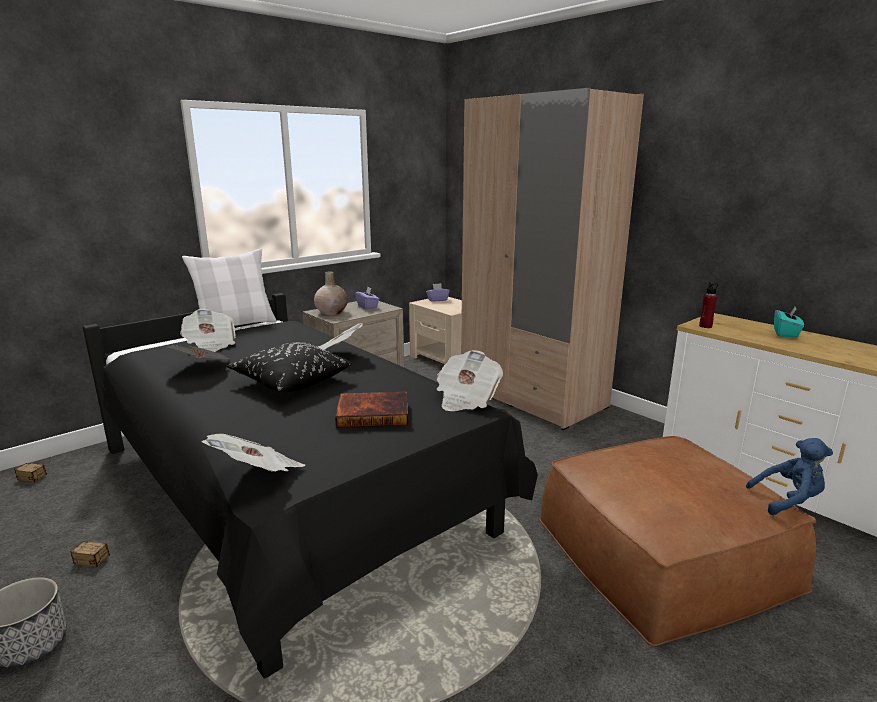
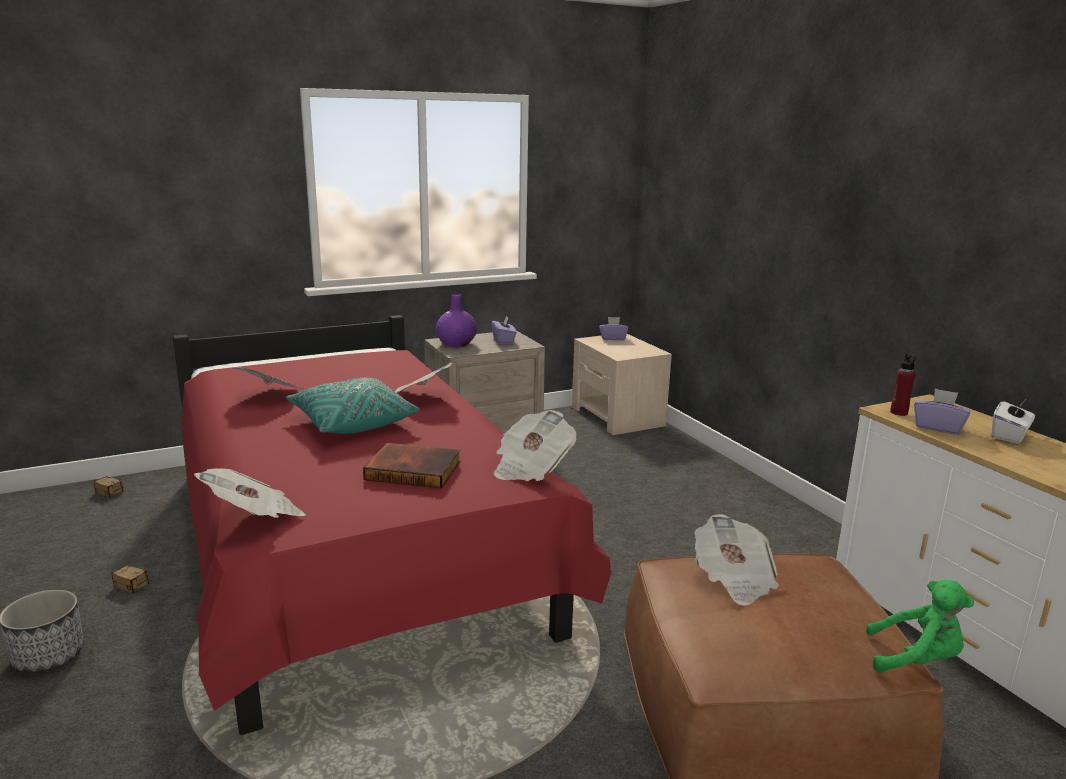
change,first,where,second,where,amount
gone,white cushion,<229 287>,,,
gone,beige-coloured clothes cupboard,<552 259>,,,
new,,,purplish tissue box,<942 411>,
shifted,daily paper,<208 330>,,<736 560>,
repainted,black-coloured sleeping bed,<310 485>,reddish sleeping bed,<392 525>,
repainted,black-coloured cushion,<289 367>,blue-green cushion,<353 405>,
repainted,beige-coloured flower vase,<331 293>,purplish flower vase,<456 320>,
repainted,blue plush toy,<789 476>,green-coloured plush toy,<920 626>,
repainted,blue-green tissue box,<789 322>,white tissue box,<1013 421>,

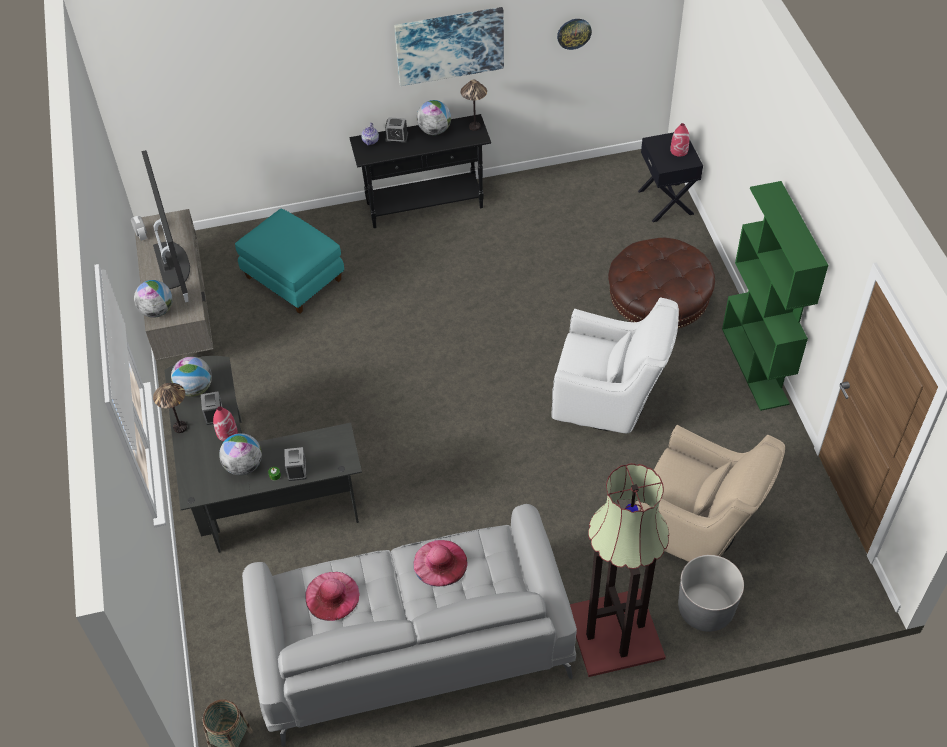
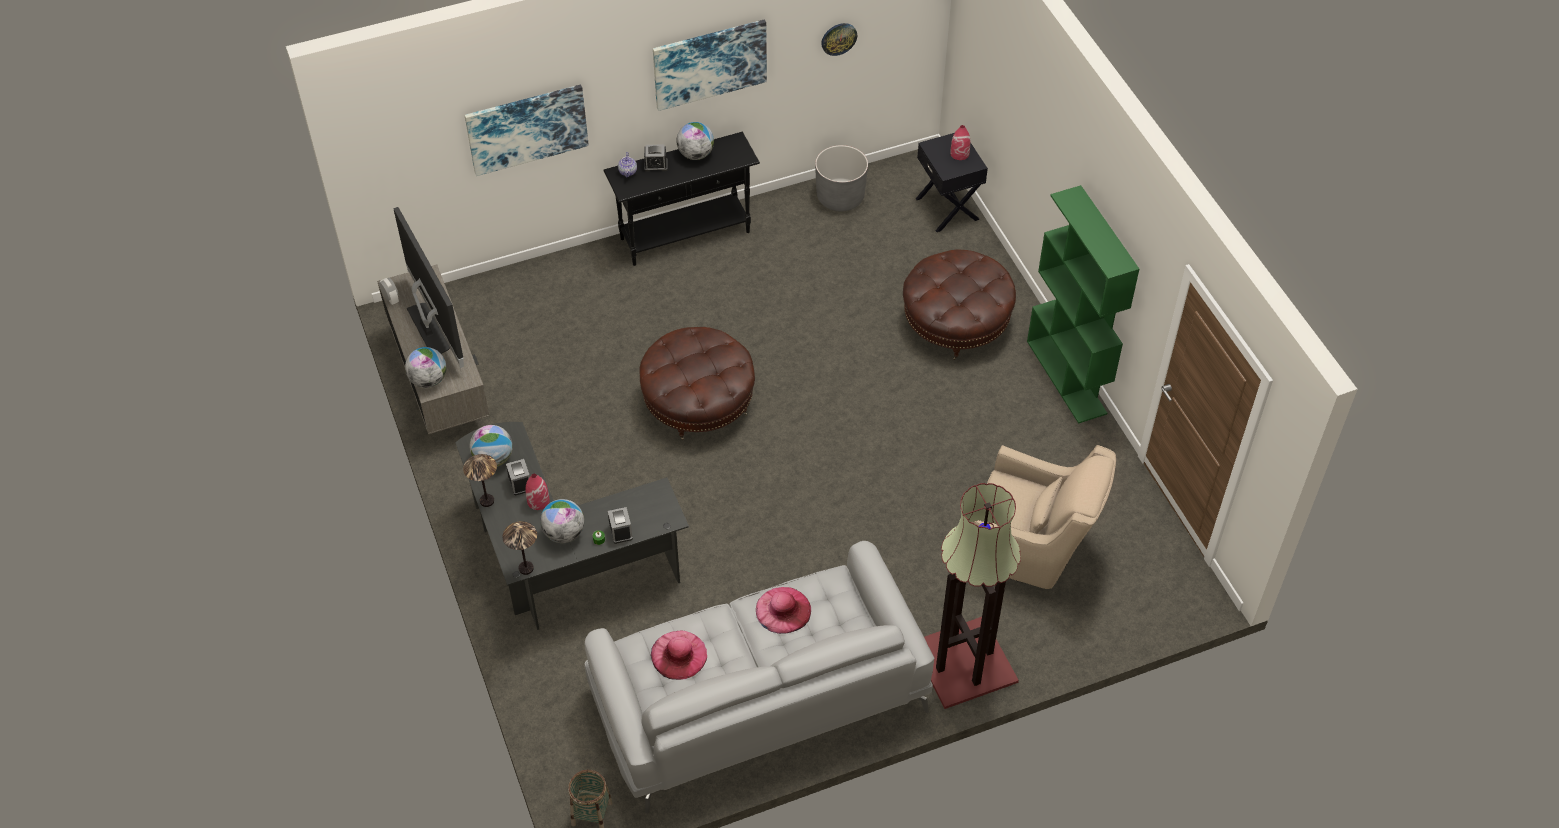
change,first,where,second,where,amount
gone,blue-green footrest,<289 261>,,,
gone,white armchair,<615 365>,,,
new,,,wall picture,<527 130>,
new,,,brown-coloured footrest,<697 383>,
shifted,tabletop lamp,<474 105>,,<519 548>,
shifted,greyish plant pot,<711 593>,,<841 178>,

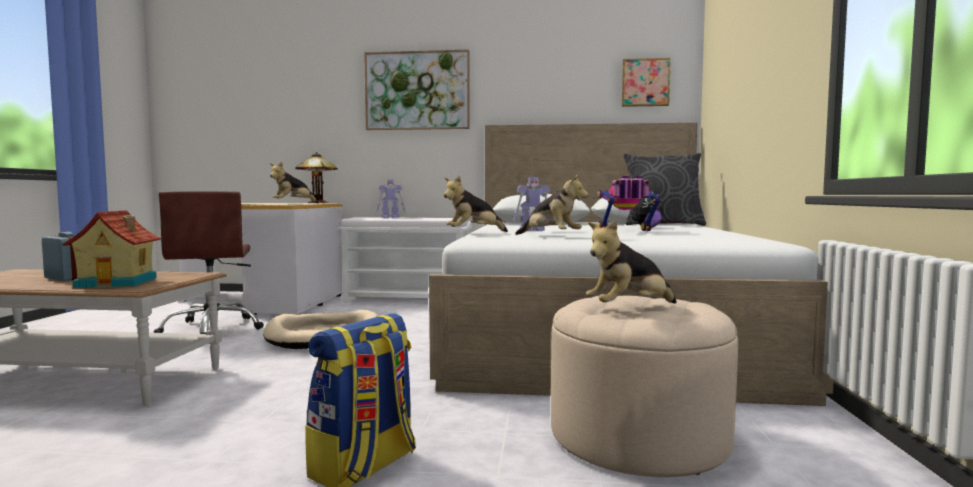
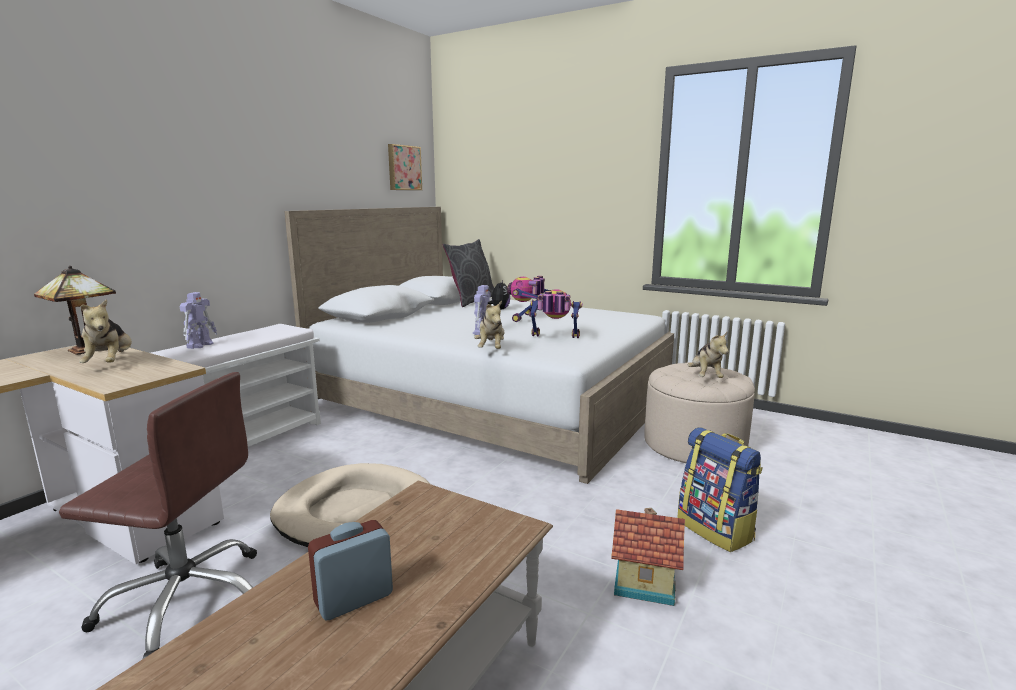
change,first,where,second,where,amount
gone,wall picture,<417 89>,,,
shifted,model house,<111 249>,,<648 557>,
swapped,plush toy,<552 204>,model robot,<556 313>,

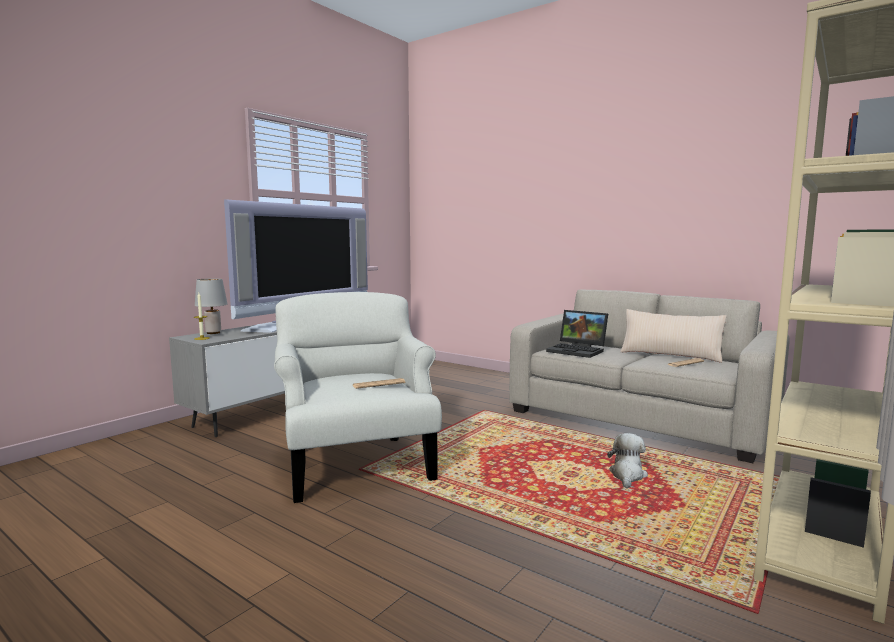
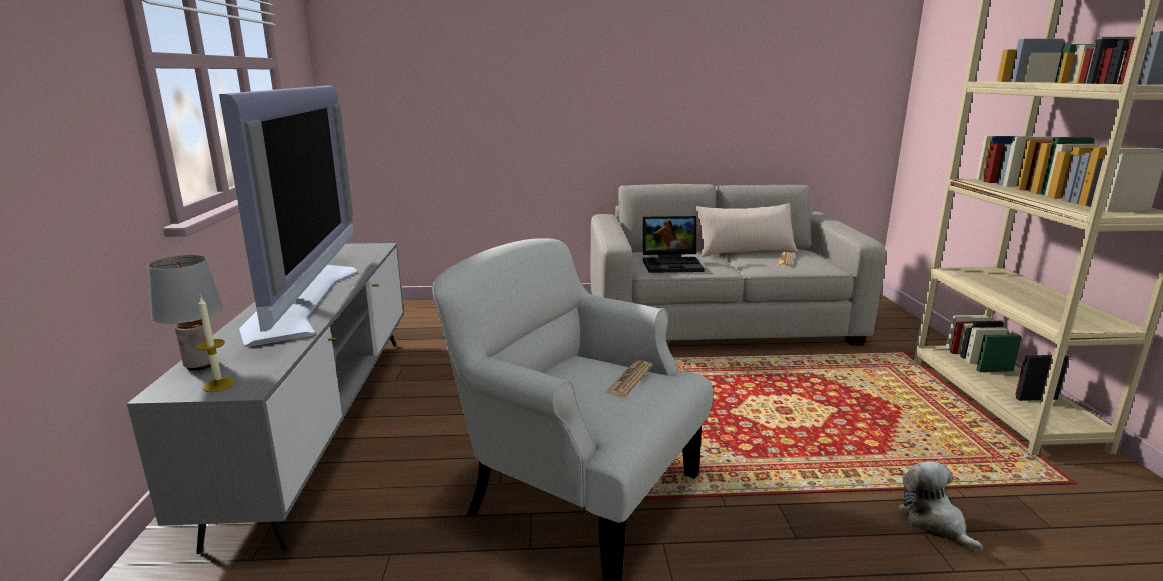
change,first,where,second,where,amount
shifted,plush toy,<627 460>,,<940 507>,

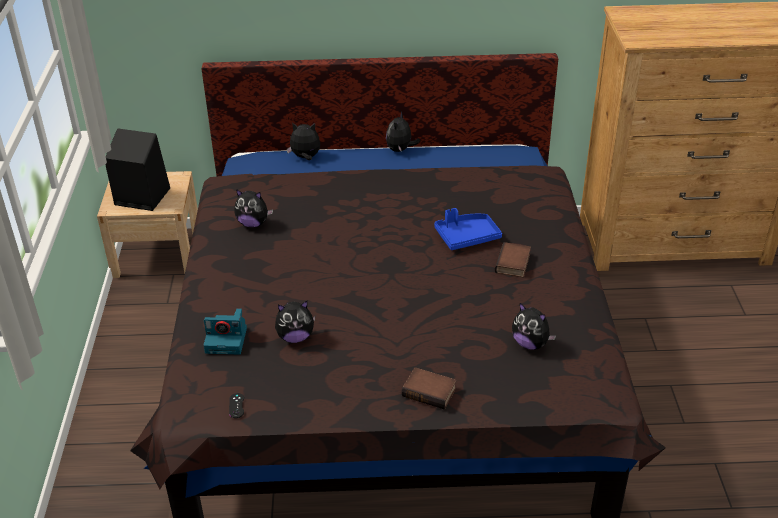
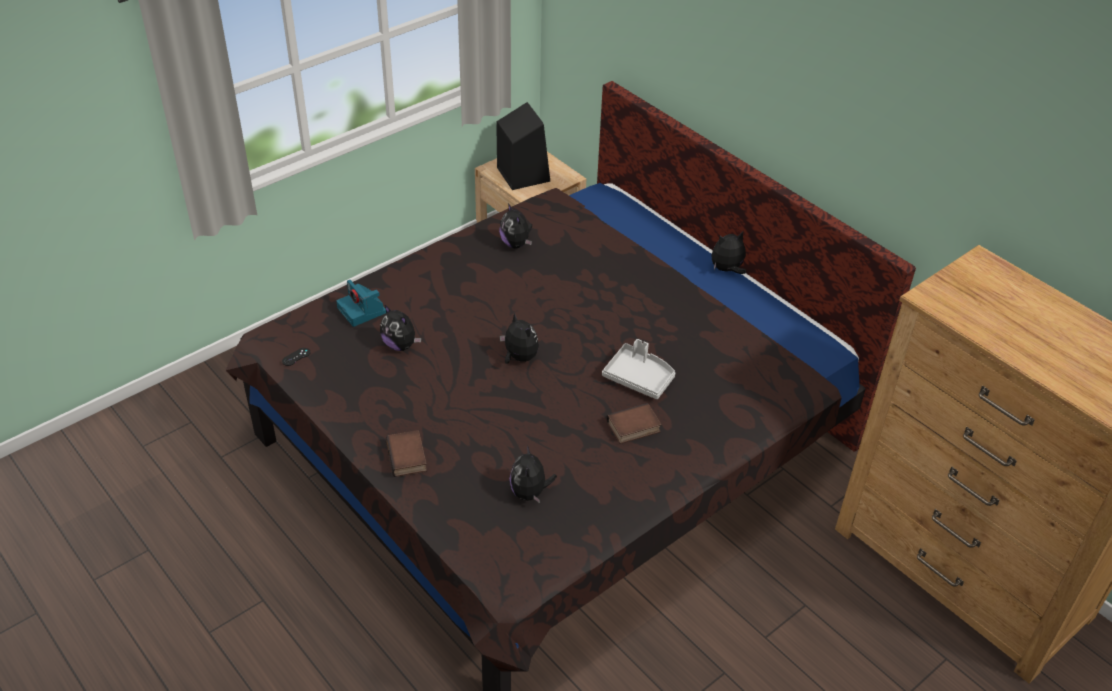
change,first,where,second,where,amount
shifted,plush toy,<303 141>,,<519 338>,
repainted,blue tray,<468 229>,greyish tray,<638 369>,

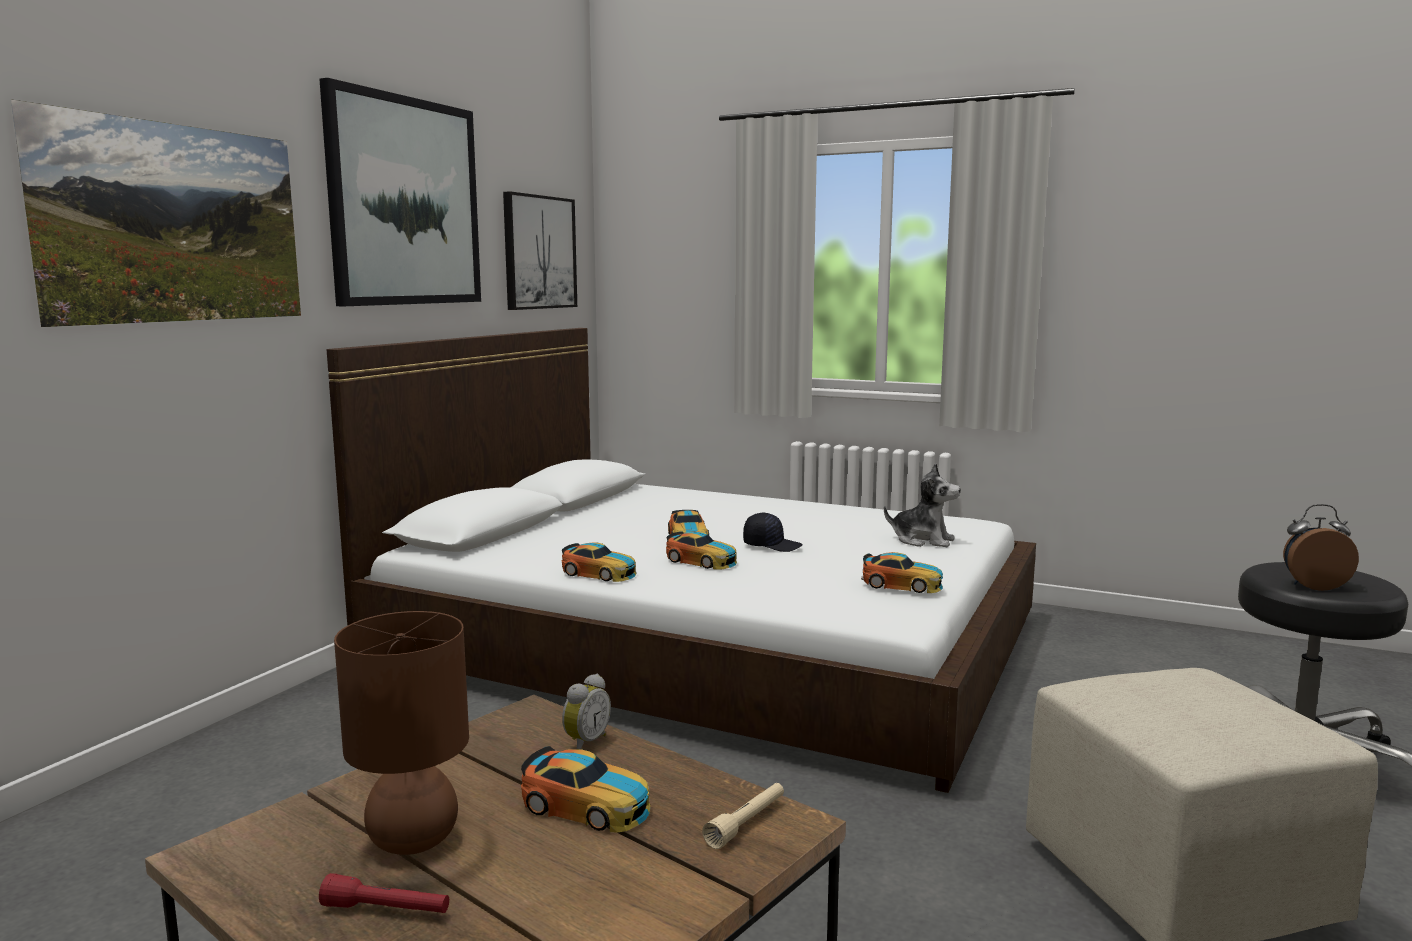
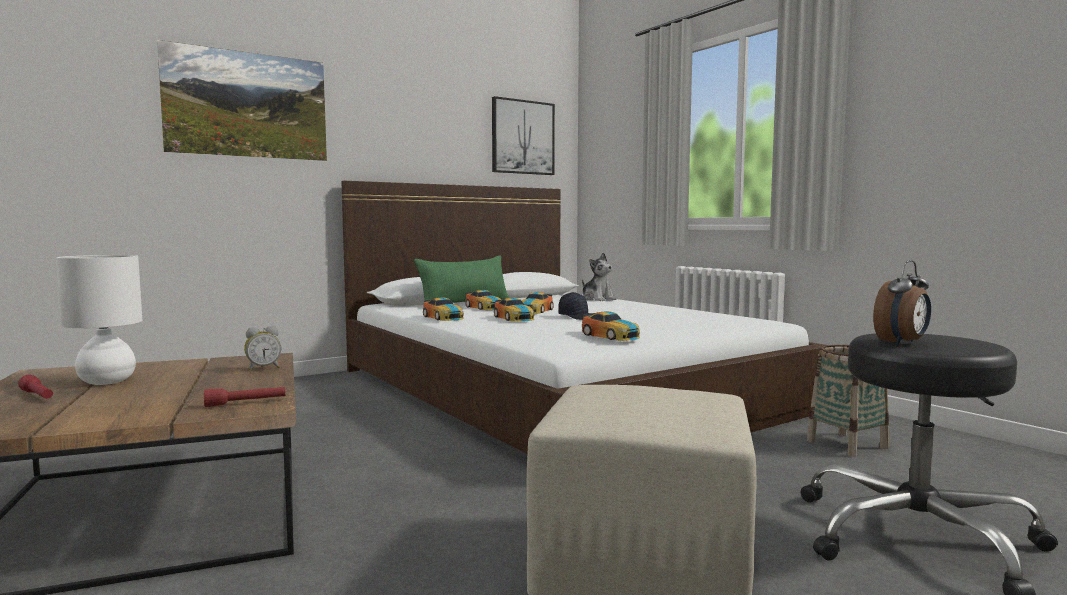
change,first,where,second,where,amount
gone,wall picture,<400 192>,,,
new,,,green-coloured cushion,<461 281>,
new,,,household basket,<848 401>,
shifted,model car,<585 789>,,<483 300>,
shifted,plush toy,<922 505>,,<599 276>,
repainted,brown-coloured tabletop lamp,<401 733>,white tabletop lamp,<99 320>,
repainted,beige-coloured hand torch,<743 816>,reddish hand torch,<244 397>,
rotated,alarm clock,<1321 547>,,<902 303>,105 degrees clockwise

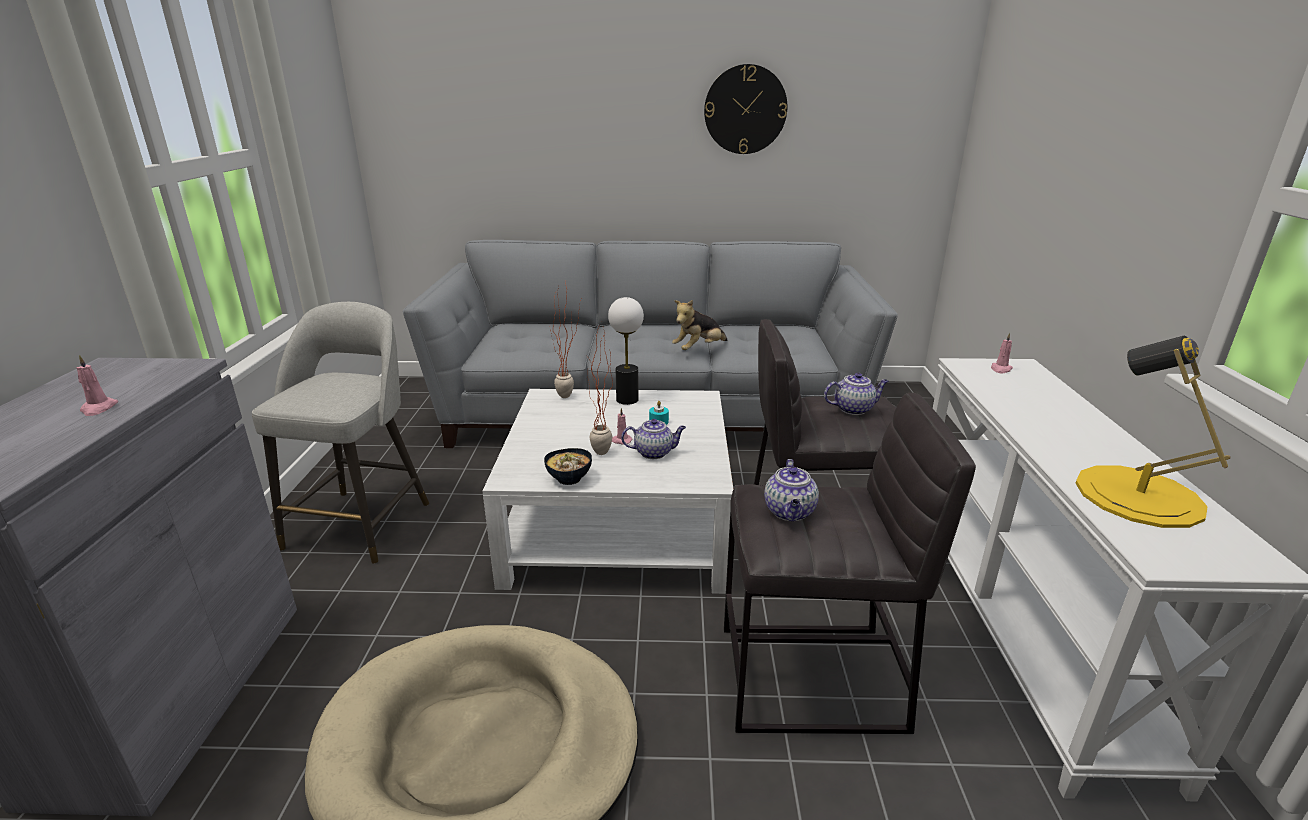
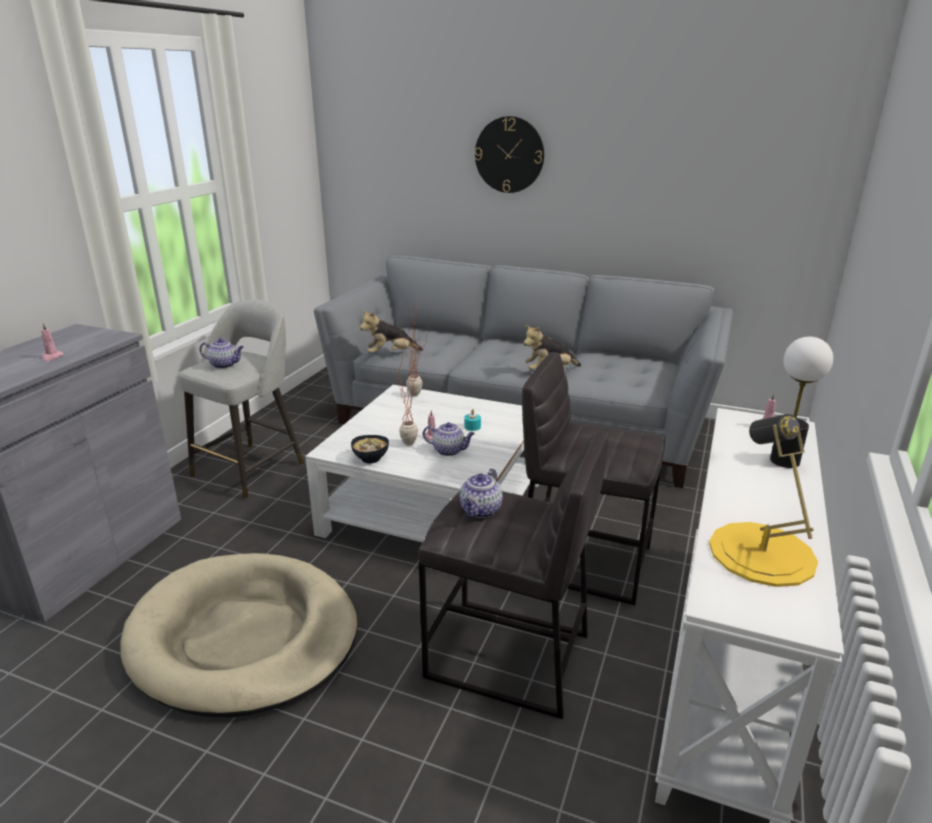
change,first,where,second,where,amount
new,,,plush toy,<391 332>,
shifted,tabletop lamp,<626 351>,,<801 402>,
shifted,hanging clock,<745 109>,,<509 154>,
shifted,tea pot,<856 394>,,<221 353>,

